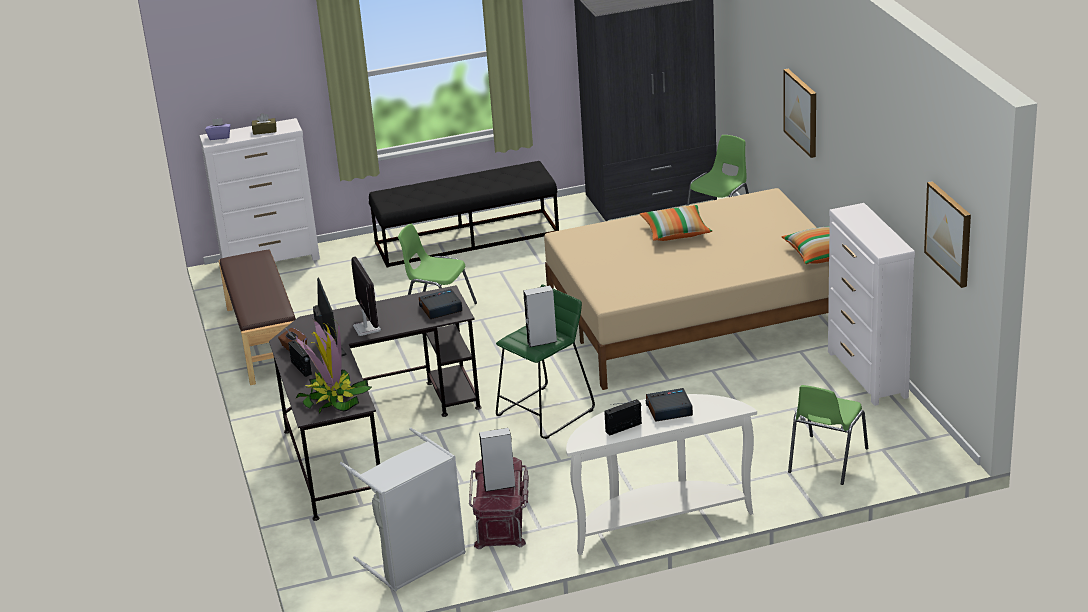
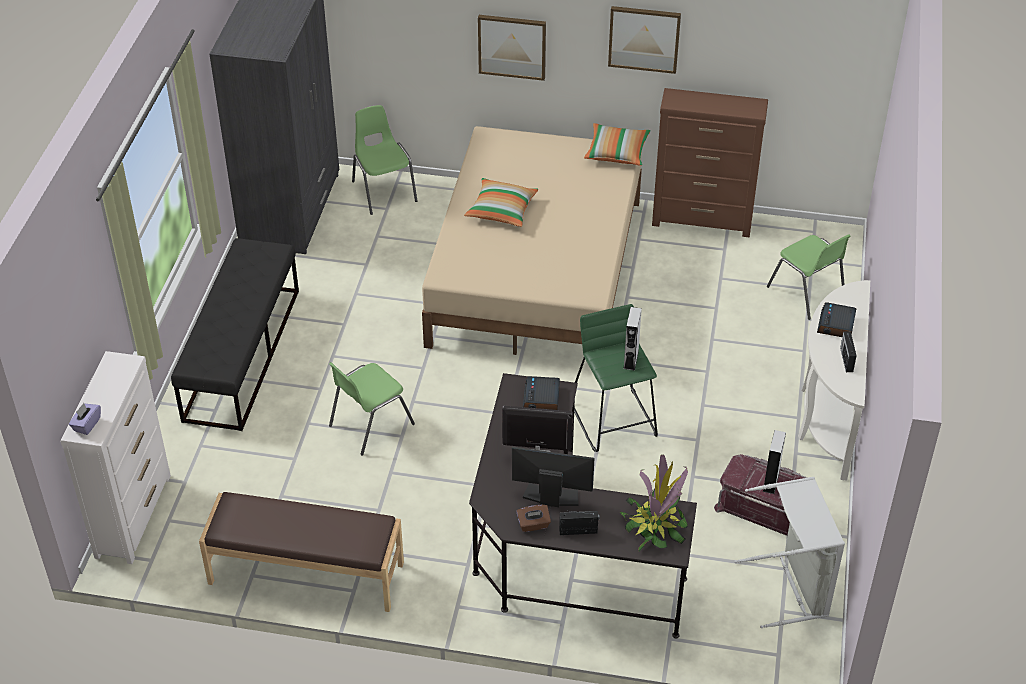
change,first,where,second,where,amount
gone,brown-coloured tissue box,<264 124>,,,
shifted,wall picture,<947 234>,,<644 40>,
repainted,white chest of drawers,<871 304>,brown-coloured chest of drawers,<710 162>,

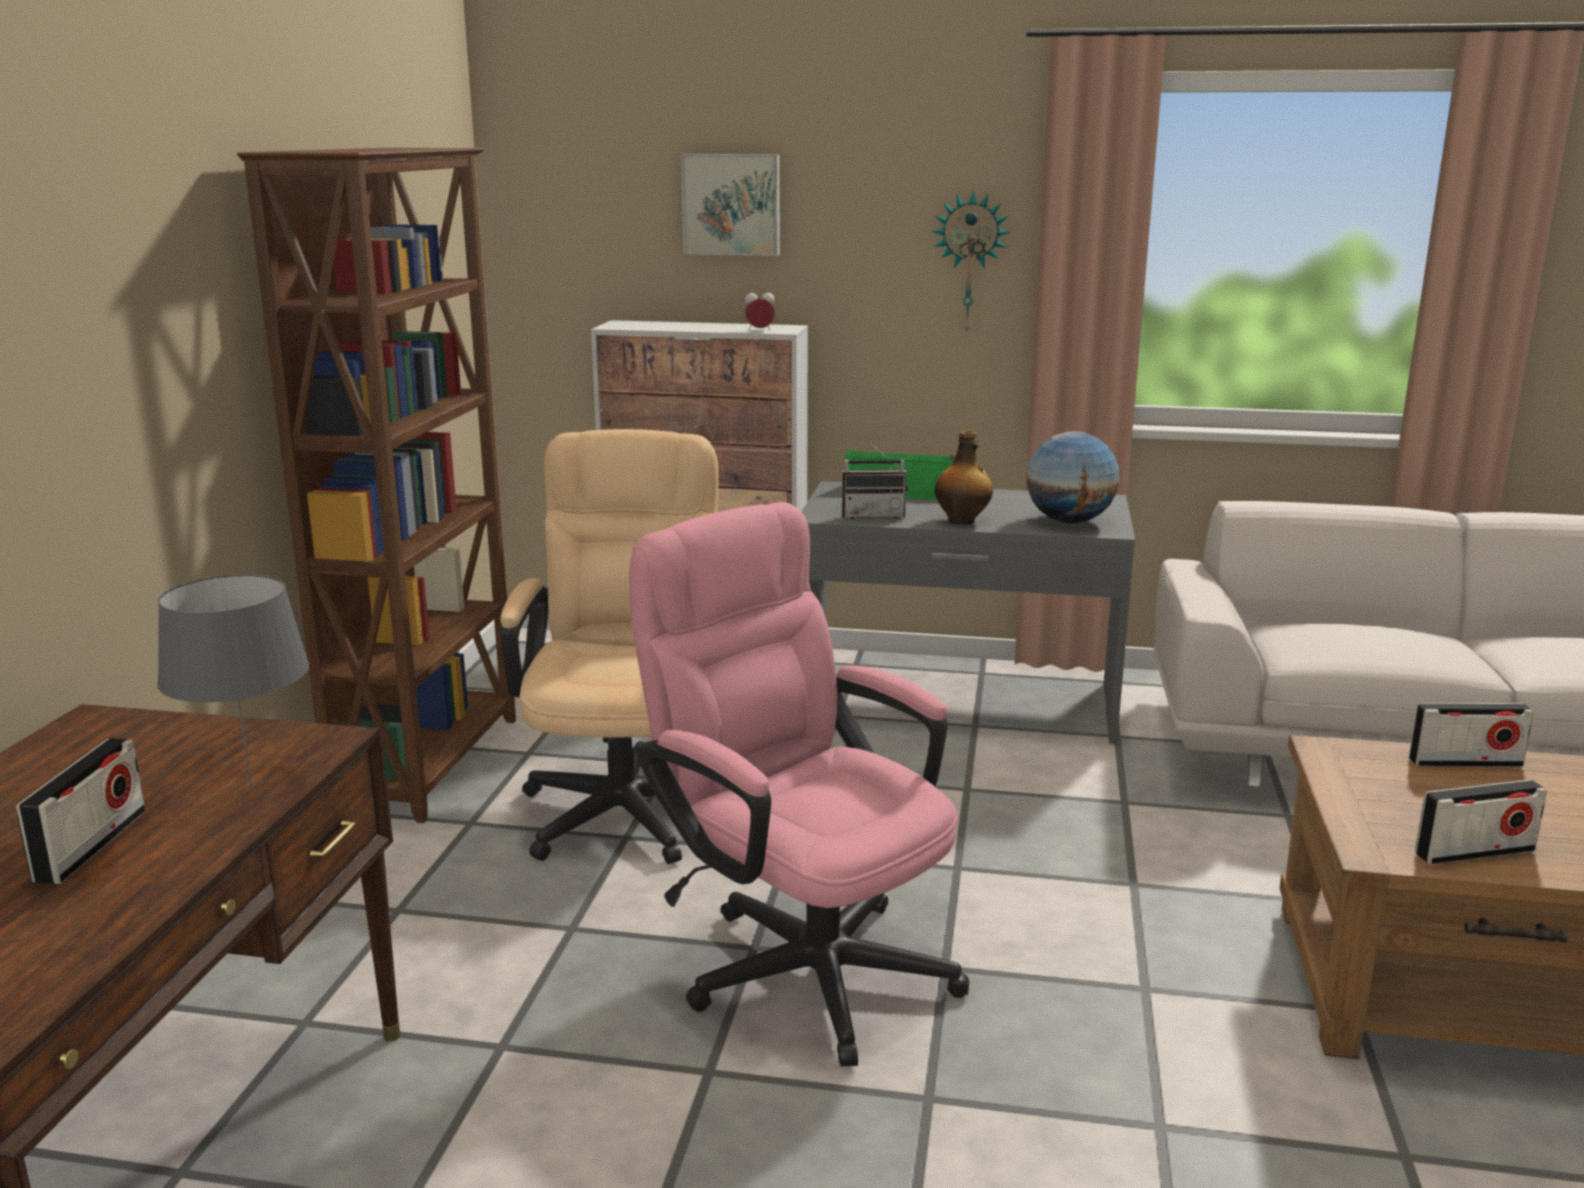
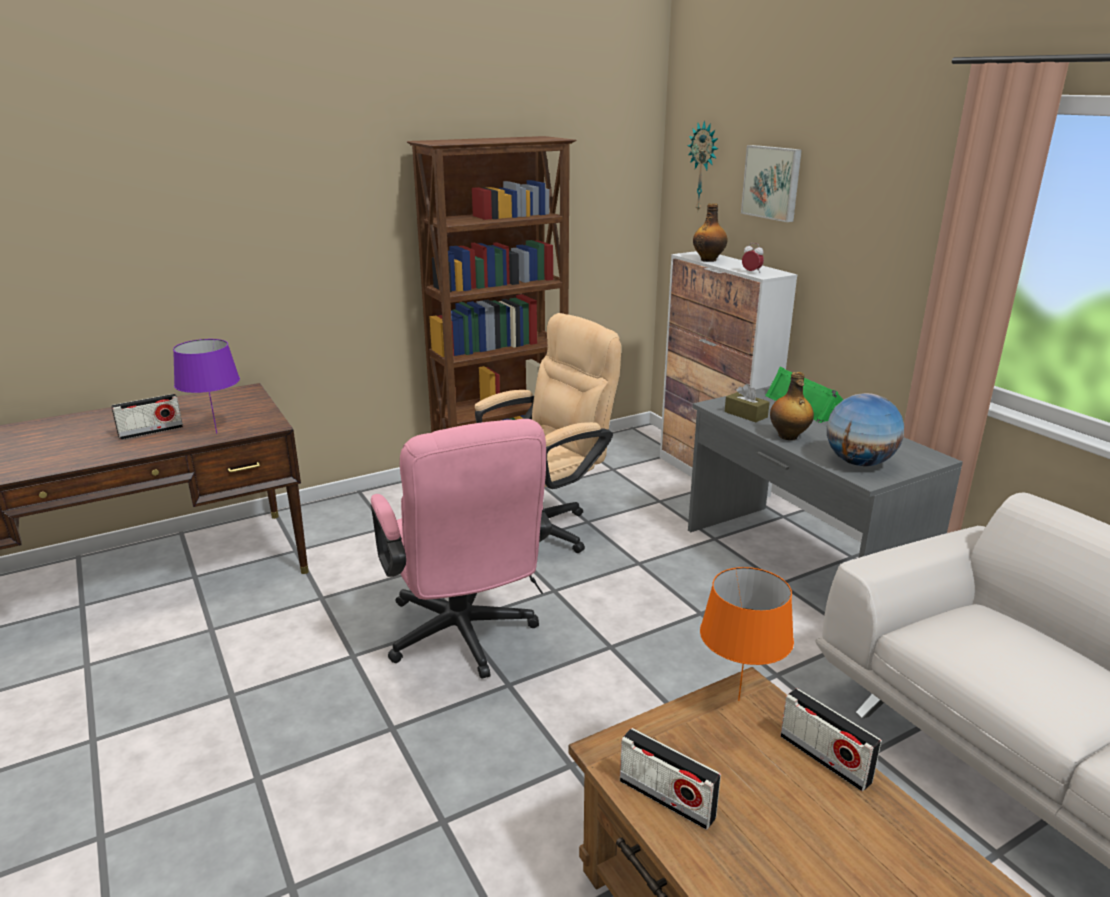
change,first,where,second,where,amount
new,,,drink bottle,<710 232>,
new,,,orangey tabletop lamp,<747 634>,
shifted,hanging clock,<971 263>,,<702 166>,
swapped,radio set,<875 479>,brown-coloured tissue box,<747 403>,
repainted,greyish tabletop lamp,<233 681>,purplish tabletop lamp,<206 386>,
rotated,pink computer chair,<799 784>,,<461 549>,150 degrees clockwise

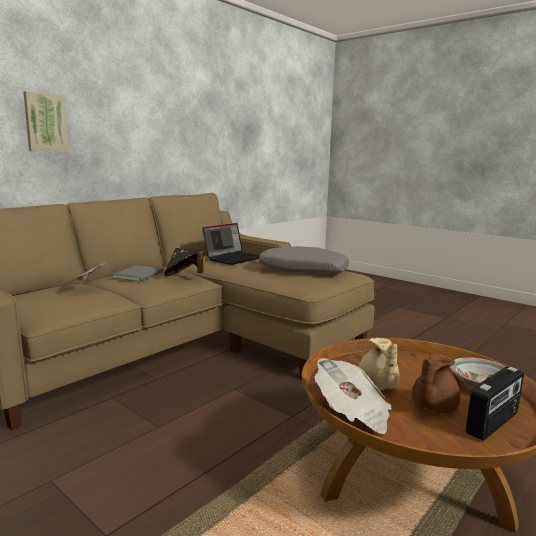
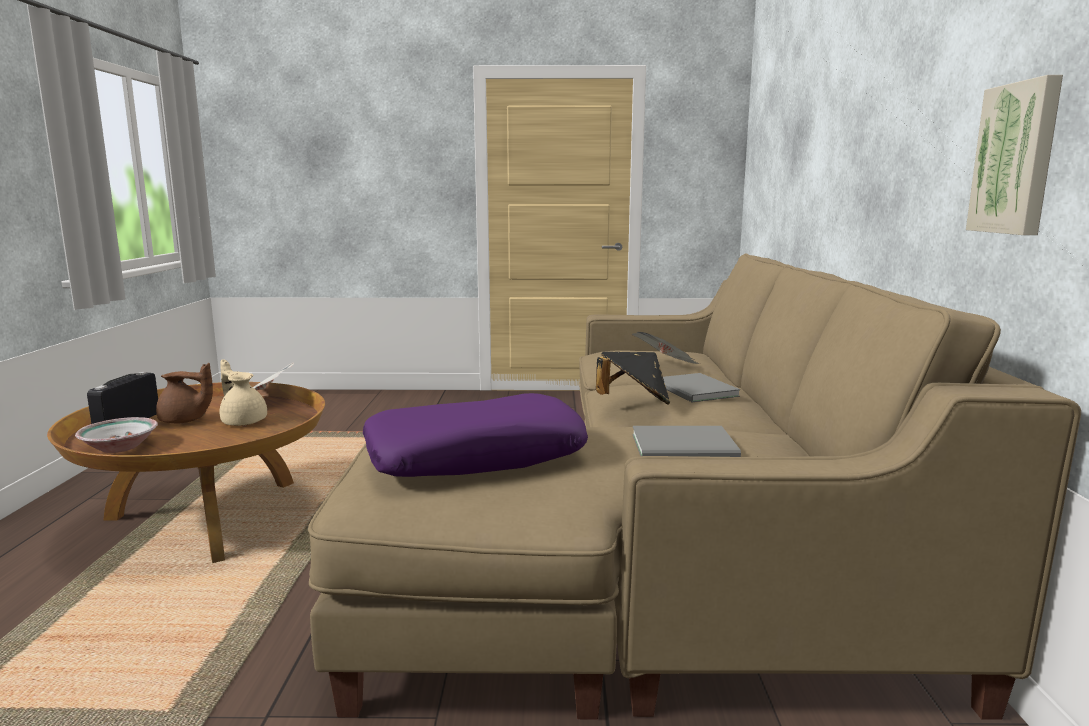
change,first,where,second,where,amount
shifted,wall picture,<46 121>,,<1014 155>,
swapped,notebook computer,<231 244>,greyish bound book,<686 441>,
repainted,greyish cushion,<304 259>,purplish cushion,<475 435>,
rotated,brown-coloured tea pot,<436 383>,,<184 393>,90 degrees clockwise

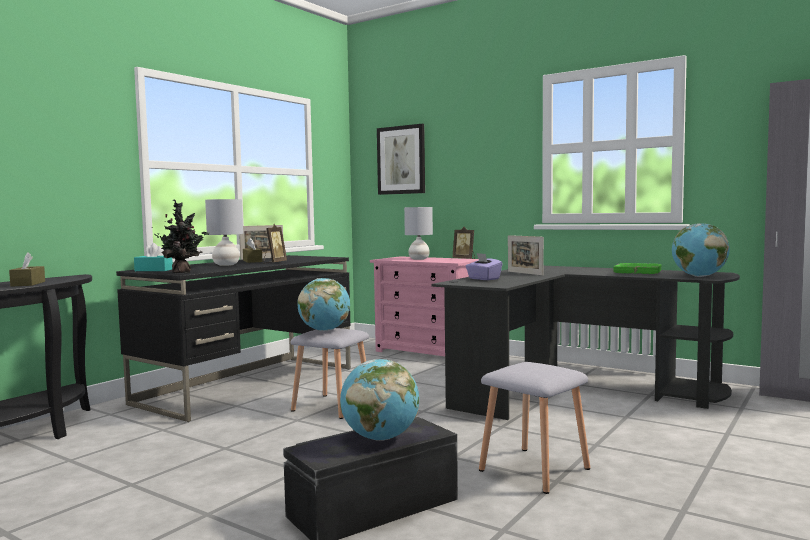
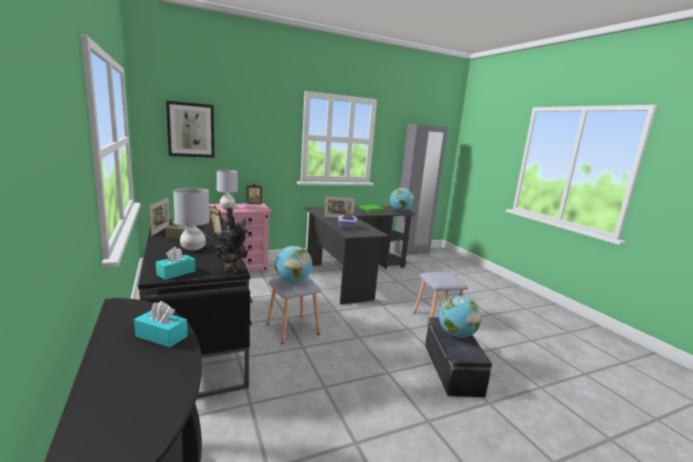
change,first,where,second,where,amount
repainted,brown-coloured tissue box,<27 270>,blue-green tissue box,<161 324>,

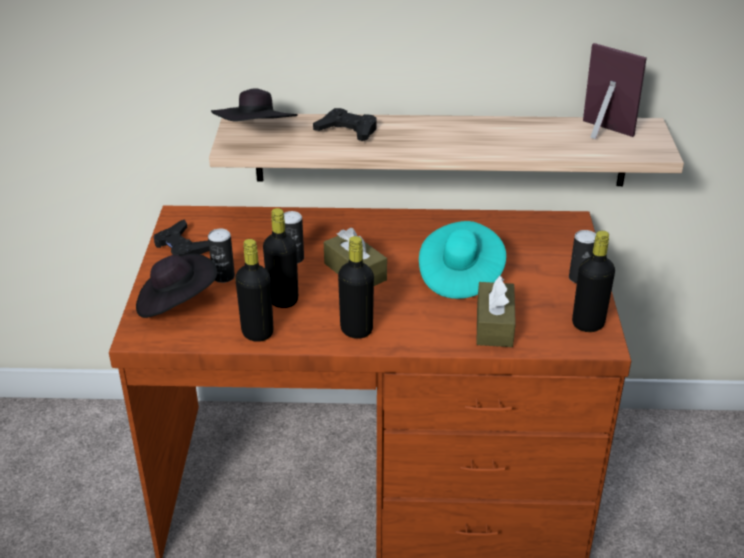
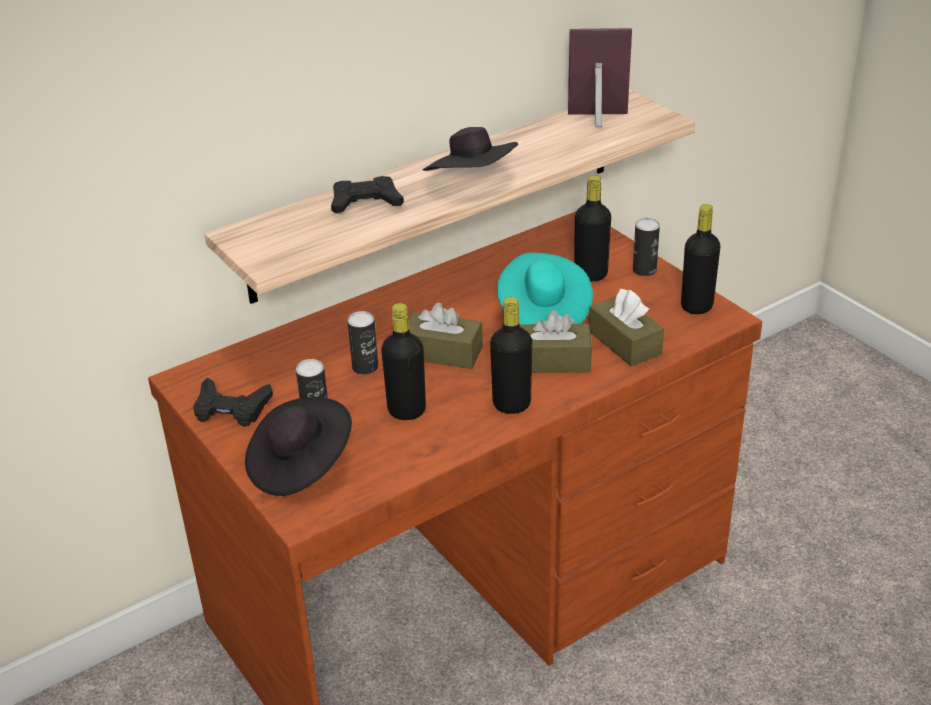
change,first,where,second,where,amount
new,,,brown-coloured tissue box,<555 341>,
shifted,black-coloured hat,<254 105>,,<470 149>,
shifted,black-coloured drink bottle,<254 290>,,<592 228>,

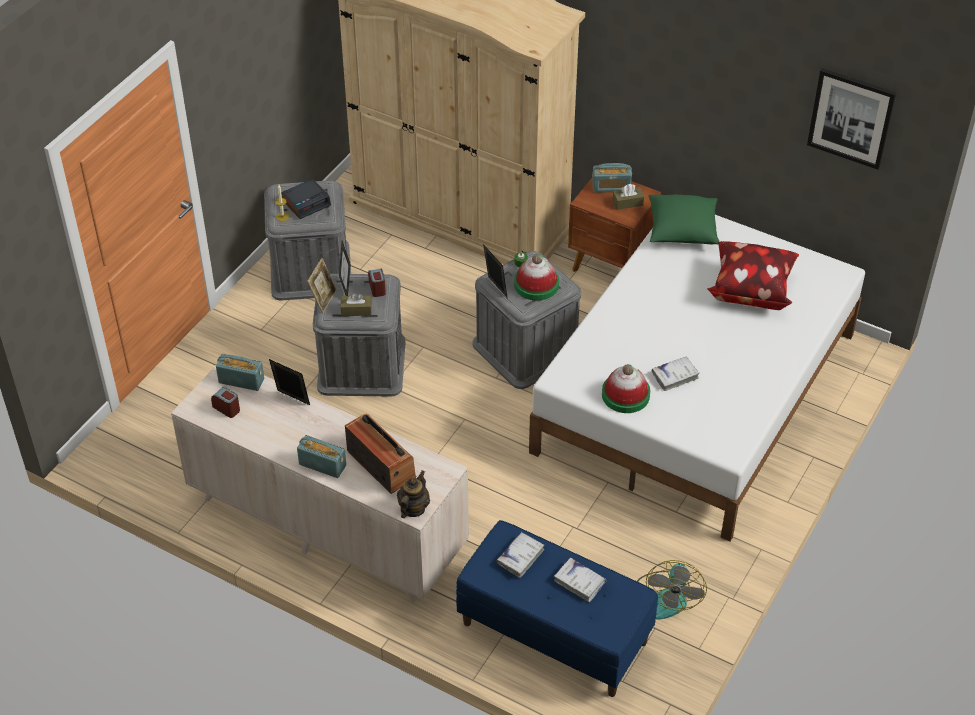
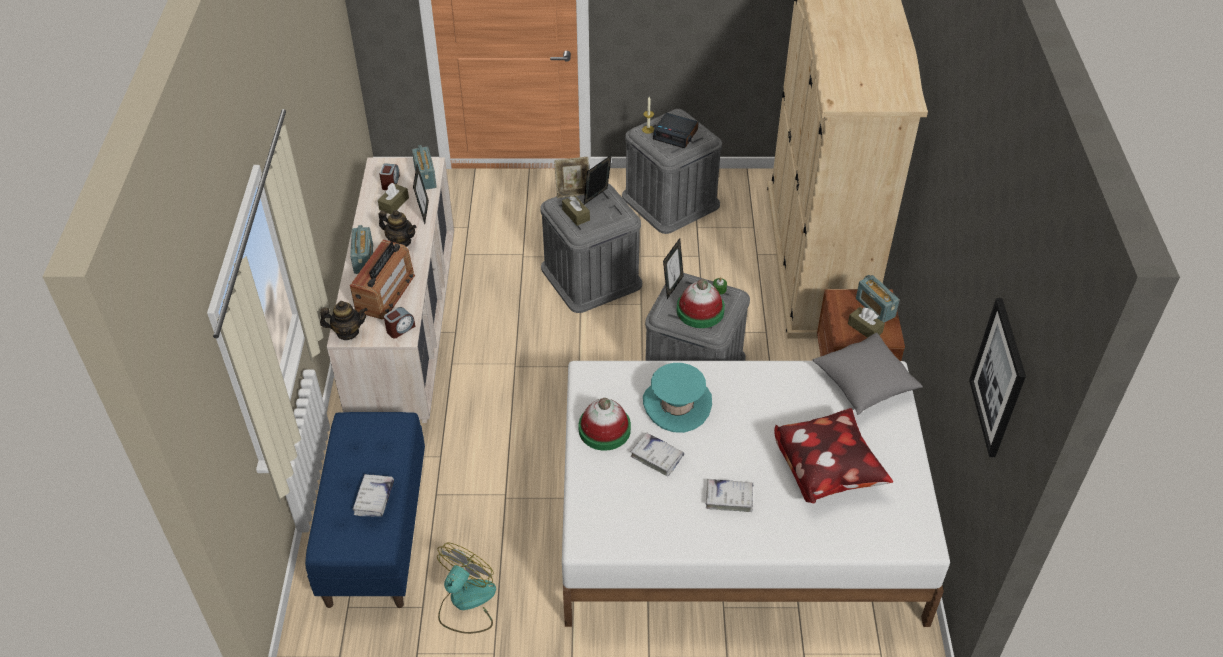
change,first,where,second,where,amount
new,,,brown-coloured tissue box,<393 198>,
new,,,tea pot,<397 228>,
new,,,blue-green hat,<677 398>,
shifted,alarm clock,<377 283>,,<399 323>,
shifted,white bound book,<520 555>,,<730 495>,
repainted,green-coloured cushion,<684 219>,greyish cushion,<867 373>,
rotated,cooling fan,<672 589>,,<466 588>,135 degrees clockwise

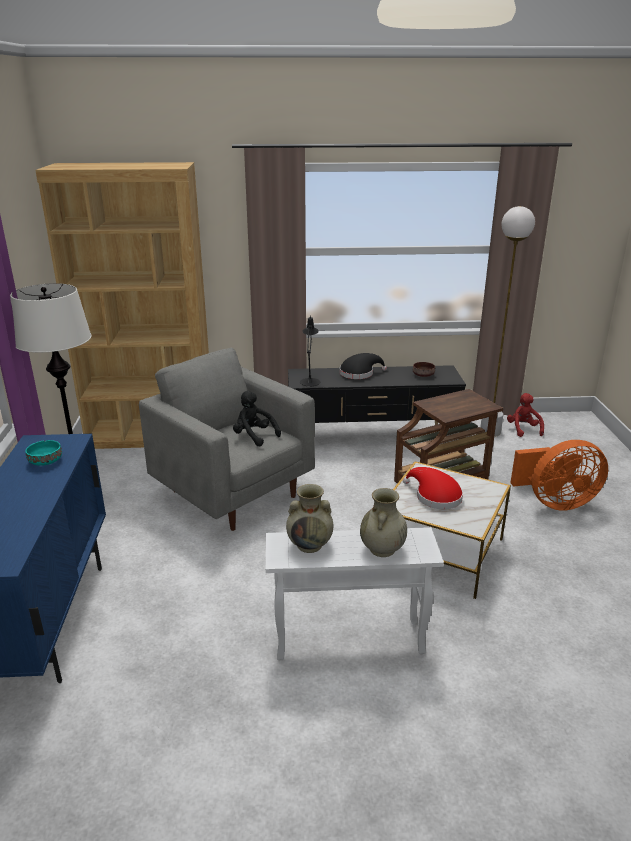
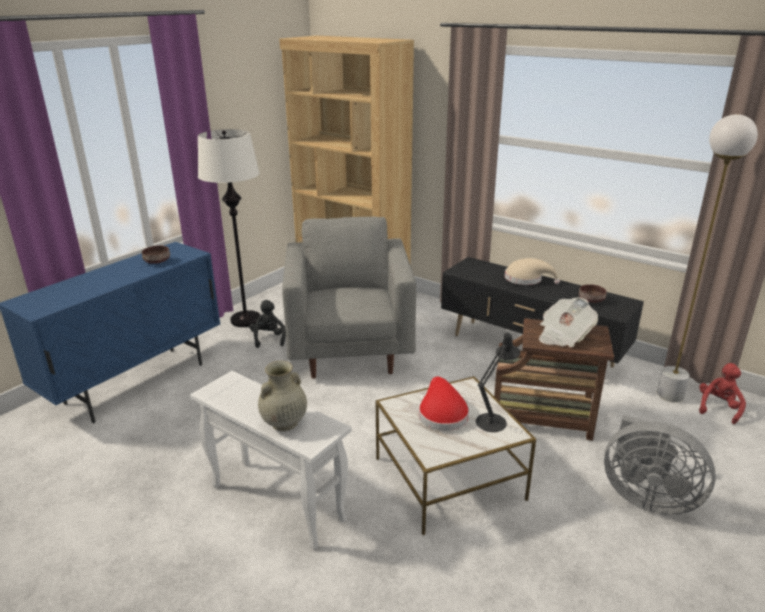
change,first,where,second,where,amount
gone,beige-coloured flower vase,<309 518>,,,
new,,,daily paper,<568 322>,
shifted,black-coloured plush toy,<257 418>,,<267 324>,
shifted,black-coloured tabletop lamp,<310 351>,,<498 381>,
repainted,blue-green bowl,<43 453>,brown-coloured bowl,<156 255>,
repainted,black-coloured hat,<363 366>,beige-coloured hat,<532 271>,
repainted,orangey cooling fan,<559 475>,greyish cooling fan,<660 465>,

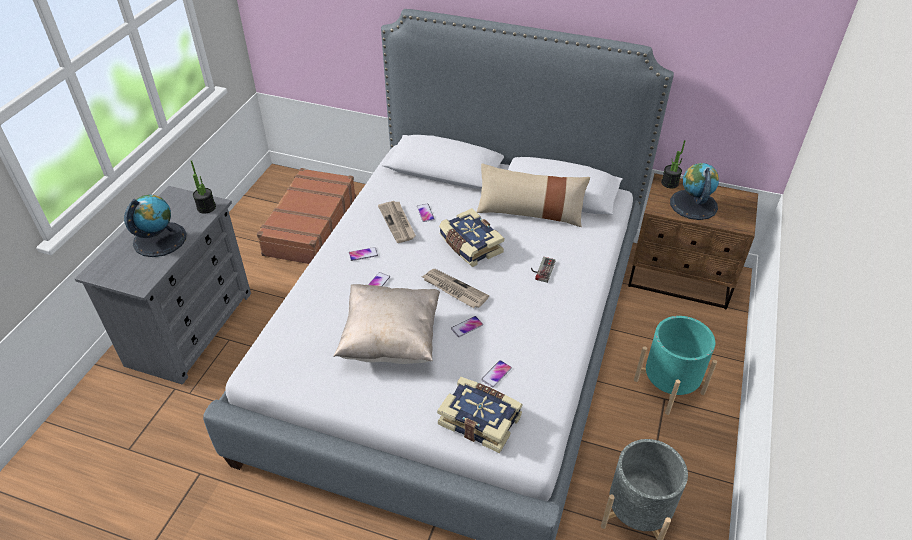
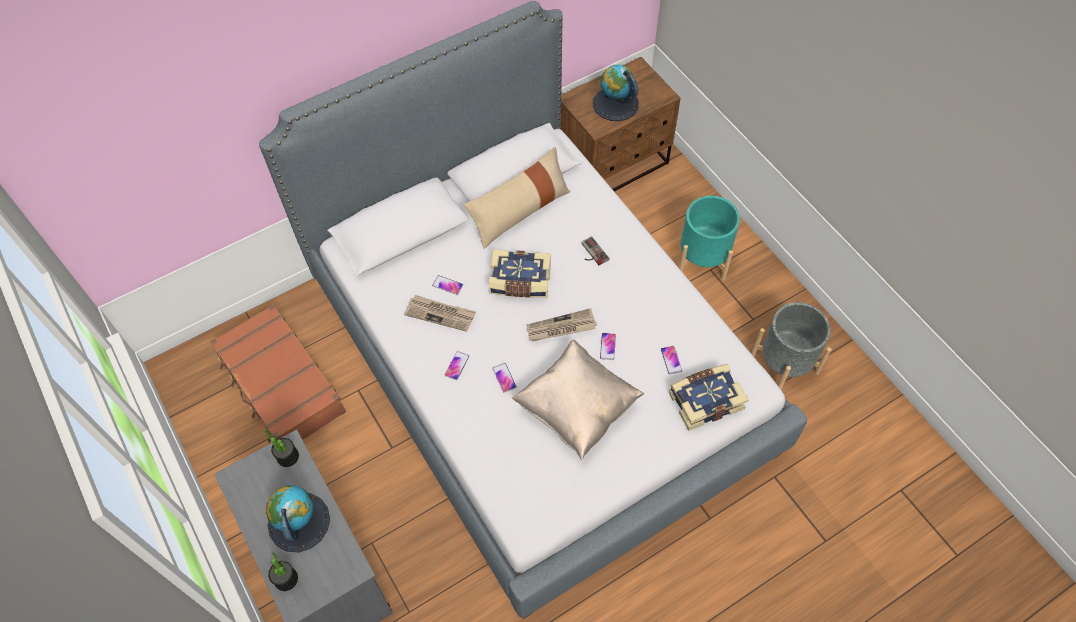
change,first,where,second,where,amount
shifted,houseplant,<673 164>,,<283 571>,

